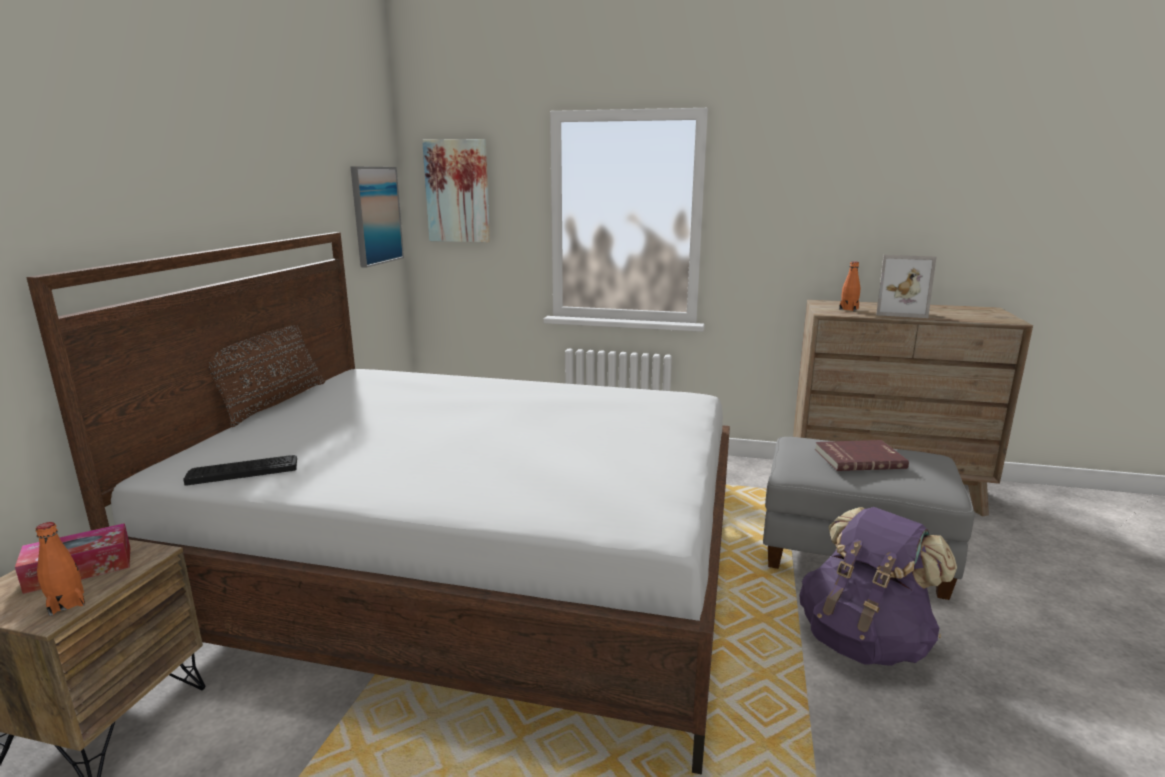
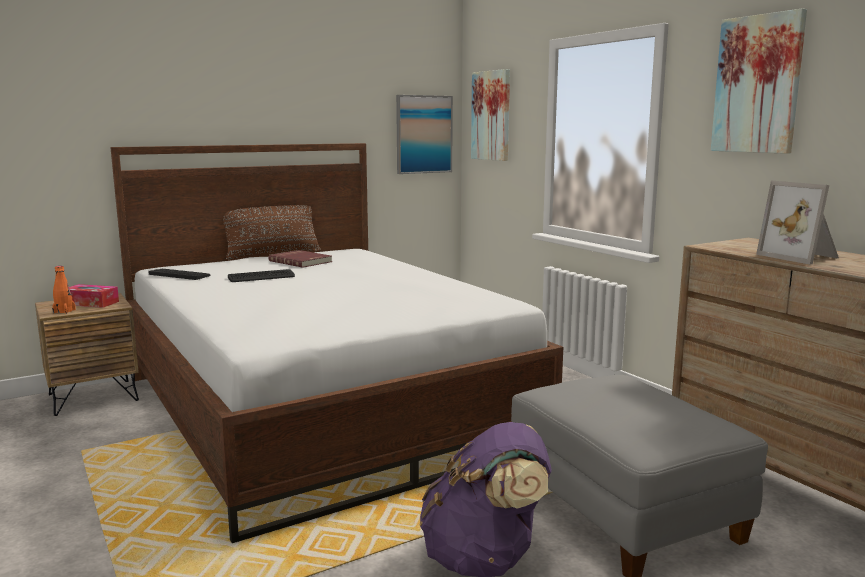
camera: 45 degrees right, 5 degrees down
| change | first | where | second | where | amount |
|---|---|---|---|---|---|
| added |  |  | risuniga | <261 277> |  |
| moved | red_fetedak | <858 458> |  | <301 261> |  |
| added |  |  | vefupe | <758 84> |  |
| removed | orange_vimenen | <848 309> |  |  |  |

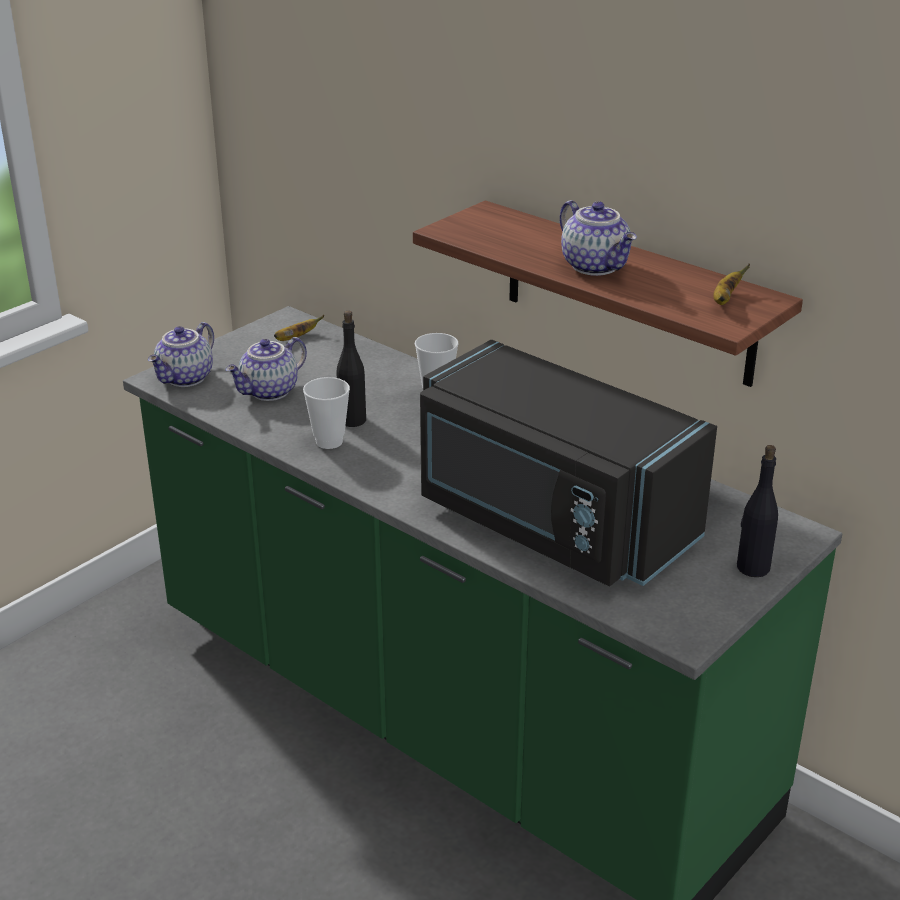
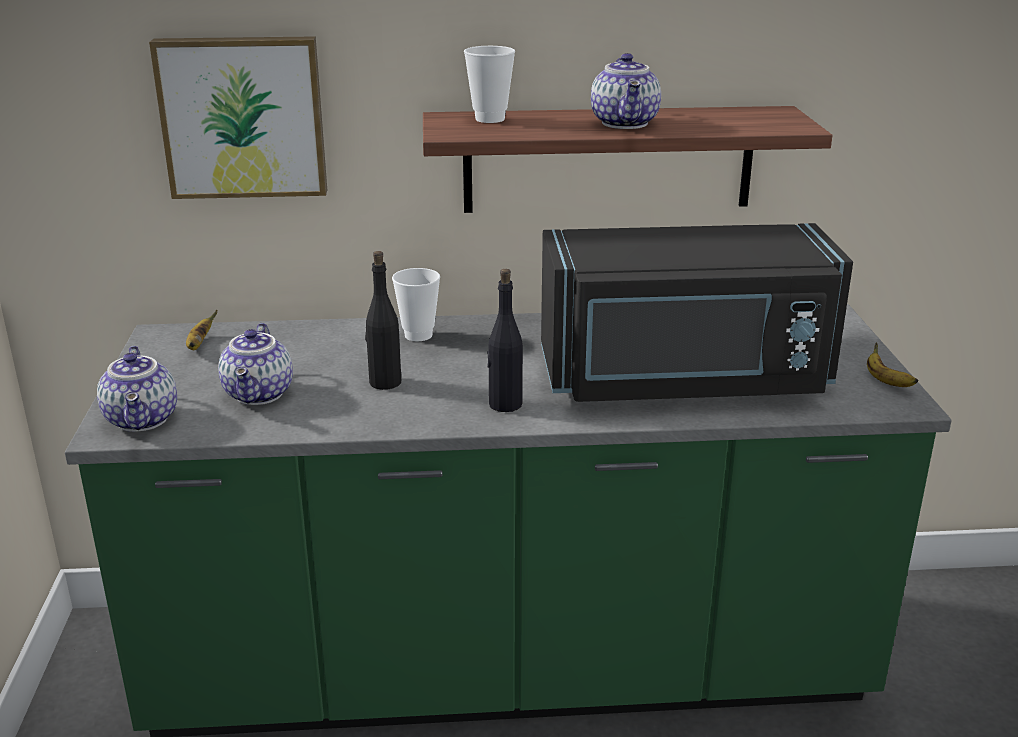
camera: 45 degrees left, 5 degrees down
| change | first | where | second | where | amount |
|---|---|---|---|---|---|
| added |  |  | vefupe | <243 117> |  |
| moved | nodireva | <329 442> |  | <490 119> |  |
| moved | black_vimenen | <752 567> |  | <505 404> |  |
| turned | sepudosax | <596 266> |  | <626 123> | 75 degrees clockwise |
| moved | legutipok | <725 299> |  | <886 381> |  |

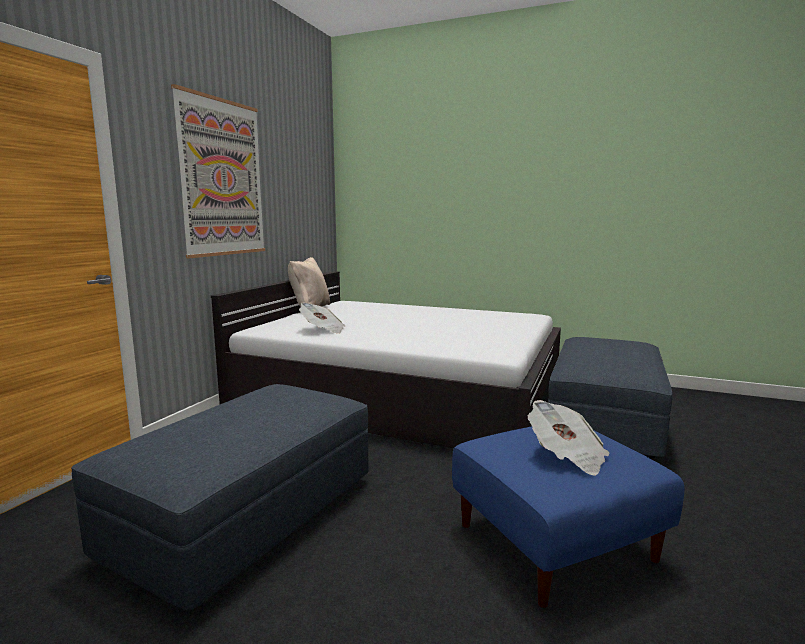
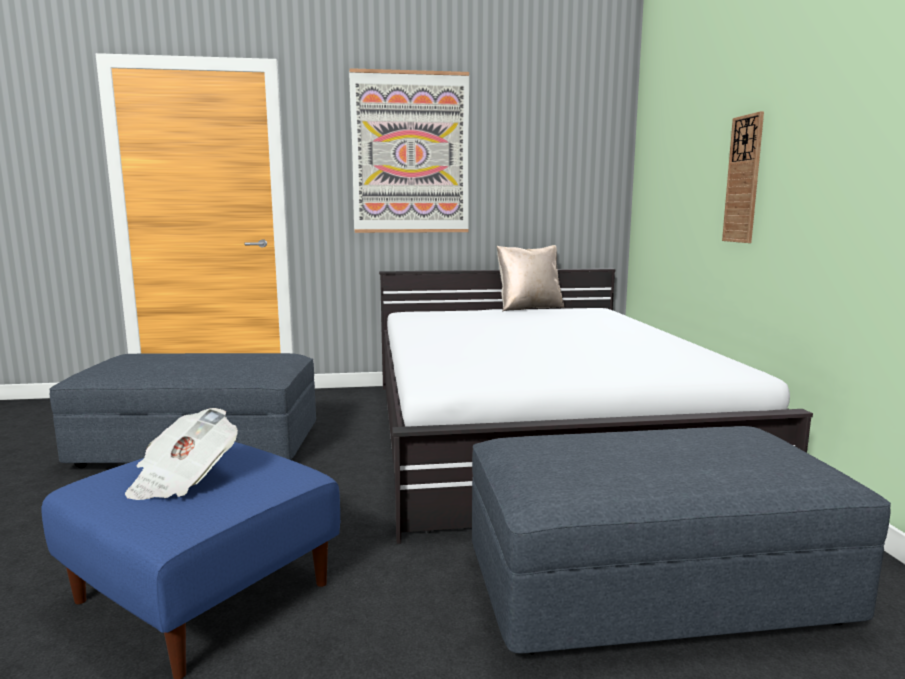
camera: 60 degrees right, 0 degrees up
| change | first | where | second | where | amount |
|---|---|---|---|---|---|
| added |  |  | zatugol | <743 179> |  |
| removed | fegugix | <323 330> |  |  |  |

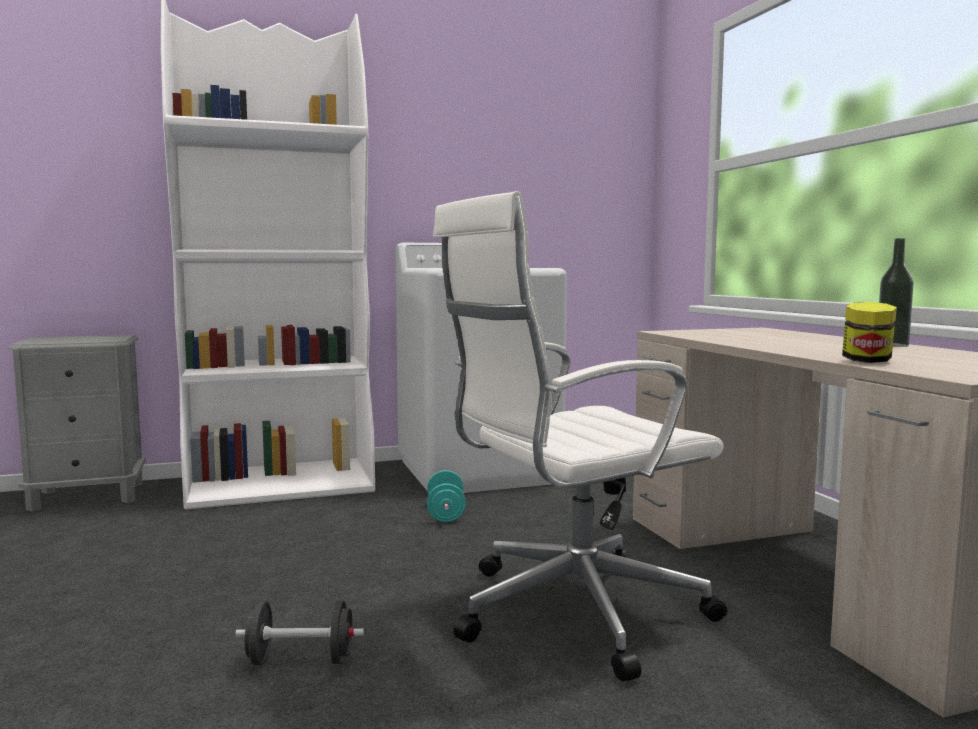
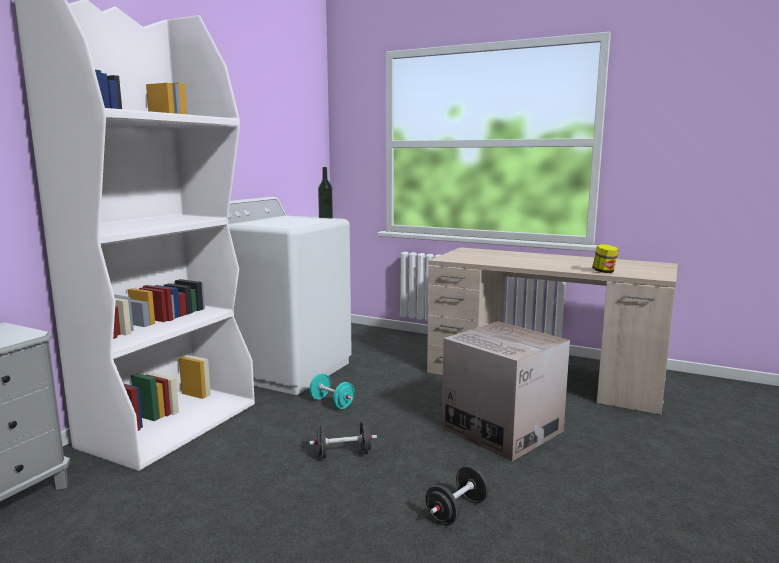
camera: 45 degrees left, 5 degrees up
| change | first | where | second | where | amount |
|---|---|---|---|---|---|
| added |  |  | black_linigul | <343 454> |  |
| moved | vimenen | <892 345> |  | <325 218> |  |
| replaced | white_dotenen | <571 612> | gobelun | <502 430> |  |

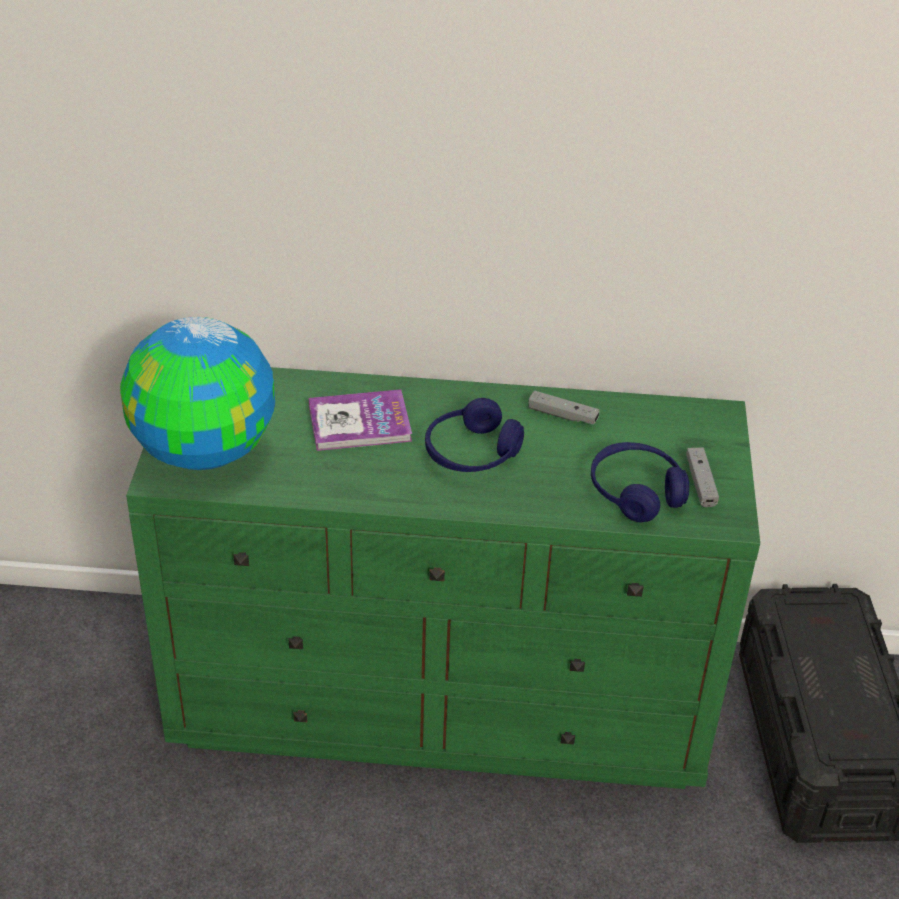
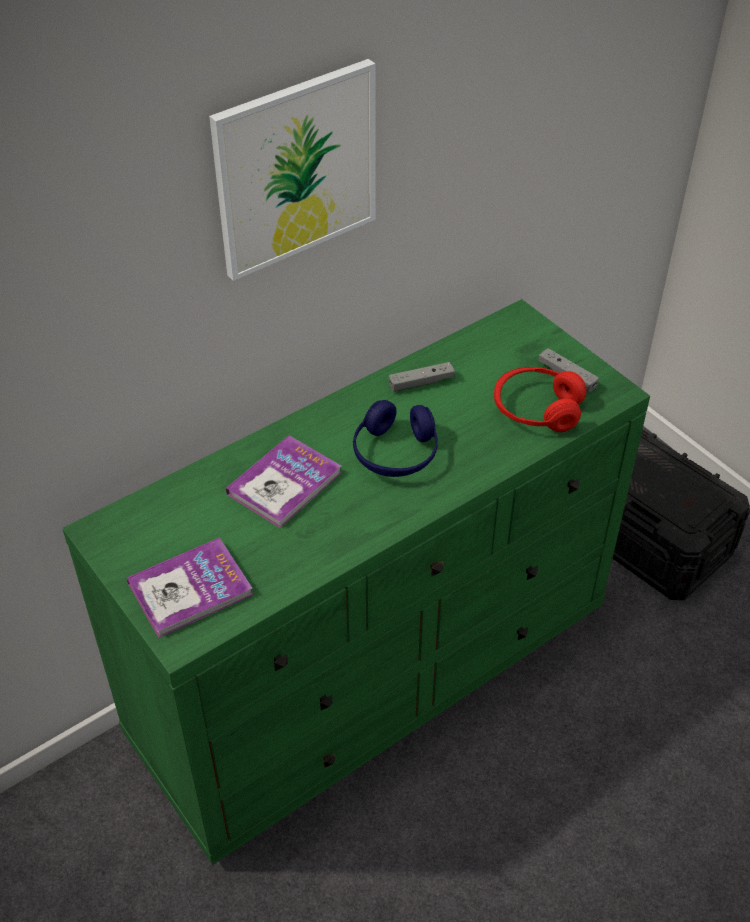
camera: 40 degrees left, 5 degrees up
| change | first | where | second | where | amount |
|---|---|---|---|---|---|
| replaced | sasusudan | <205 451> | fetedak | <190 589> |  |
| added |  |  | vefupe | <296 169> |  |
| recoloured | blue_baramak | <636 492> | red_baramak | <537 409> |  |

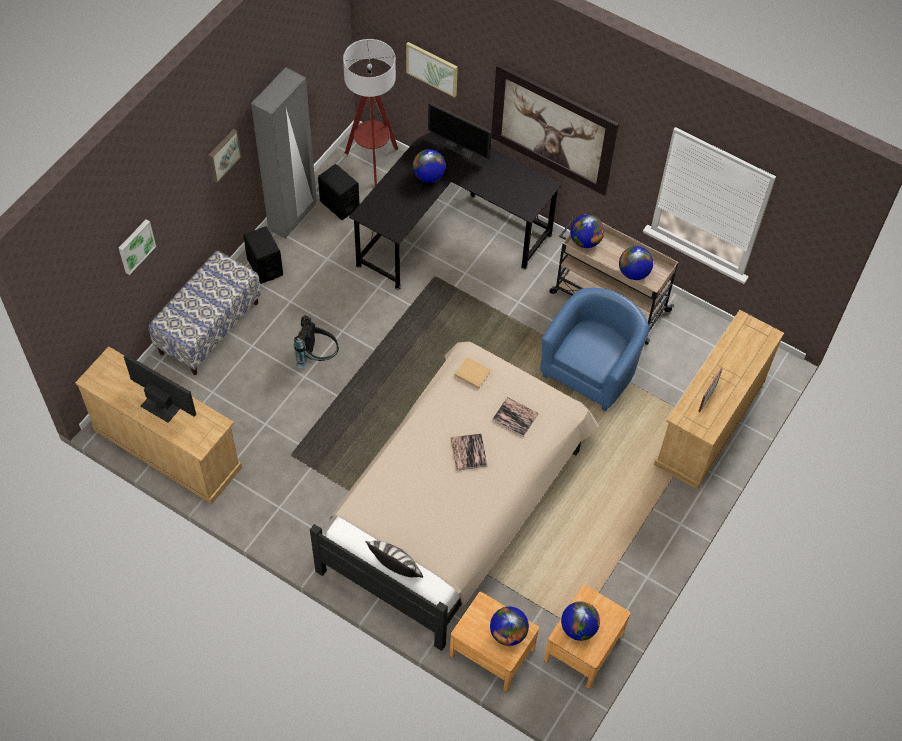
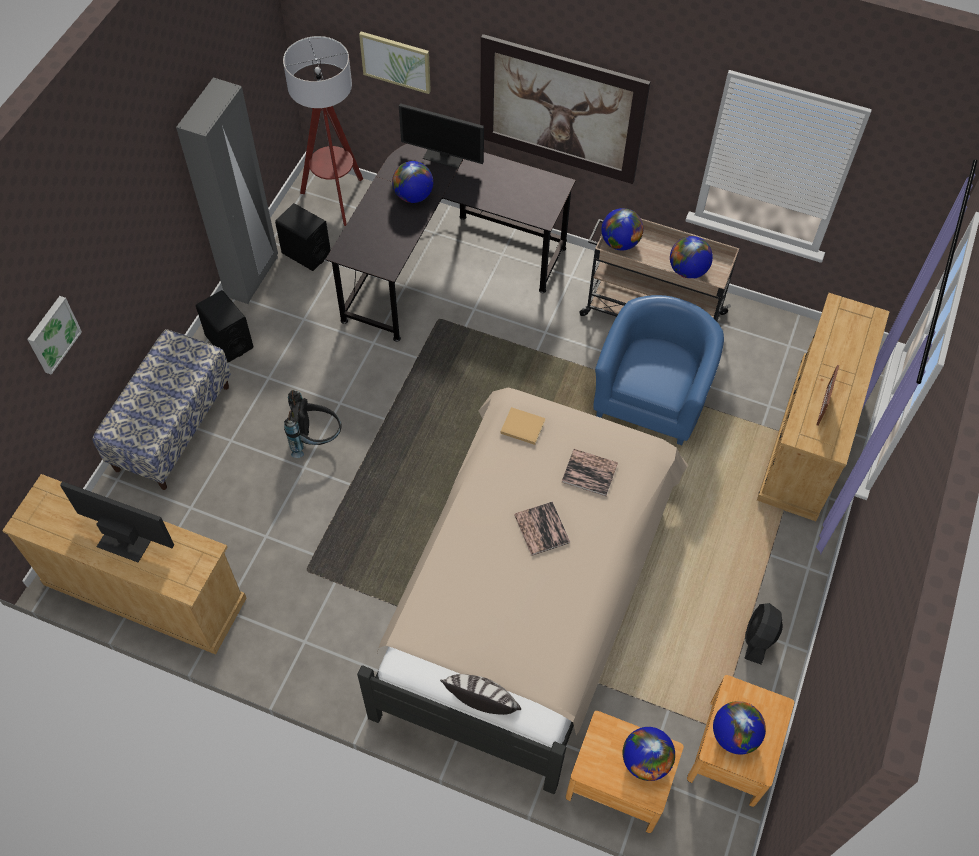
camera: 10 degrees left, 0 degrees up
| change | first | where | second | where | amount |
|---|---|---|---|---|---|
| added |  |  | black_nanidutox | <758 638> |  |
| removed | vefupe | <223 155> |  |  |  |

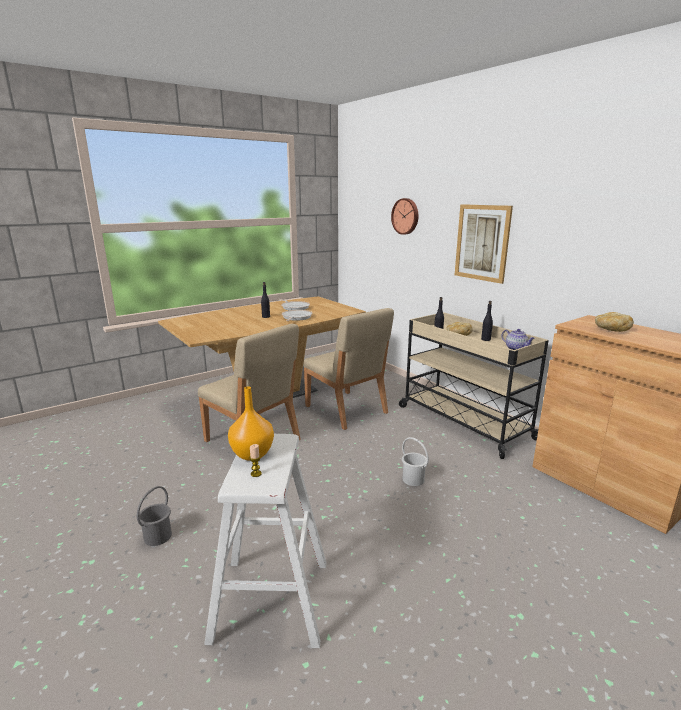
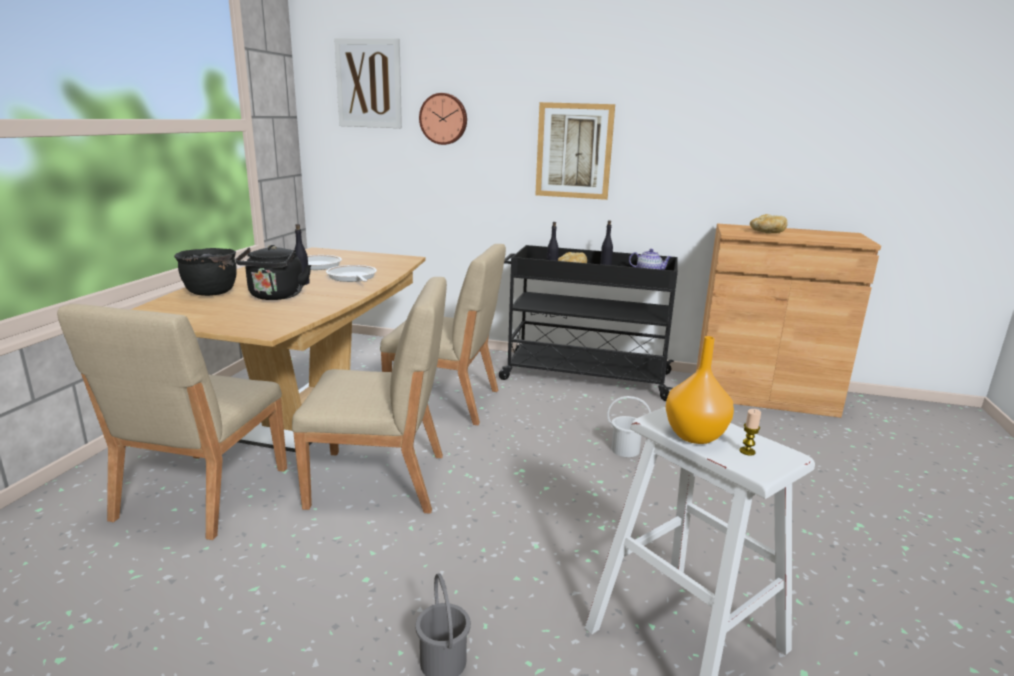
camera: 40 degrees left, 0 degrees up
| change | first | where | second | where | amount |
|---|---|---|---|---|---|
| added |  |  | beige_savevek | <201 494> |  |
| added |  |  | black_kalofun | <210 292> |  |
| added |  |  | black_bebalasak | <275 296> |  |
| added |  |  | vefupe | <369 83> |  |
| recoloured | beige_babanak | <462 421> | black_babanak | <584 376> |  |

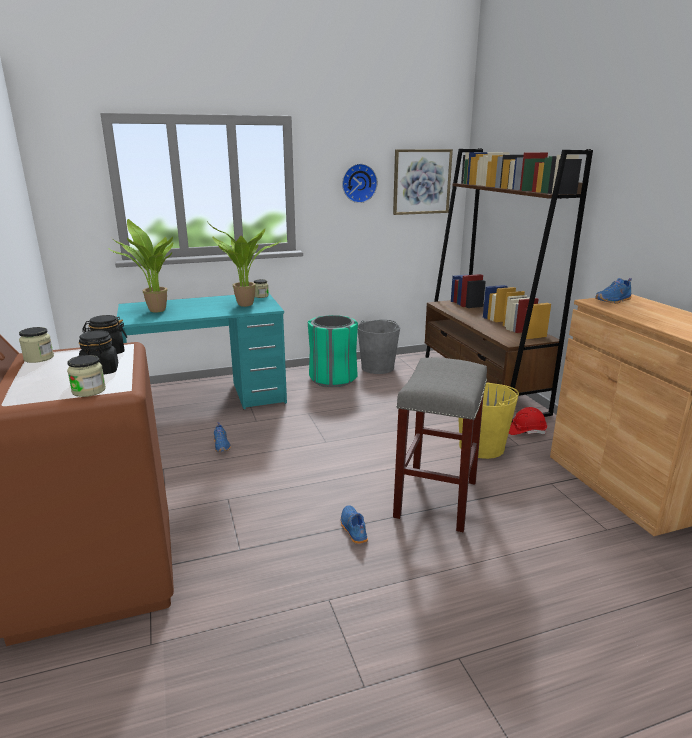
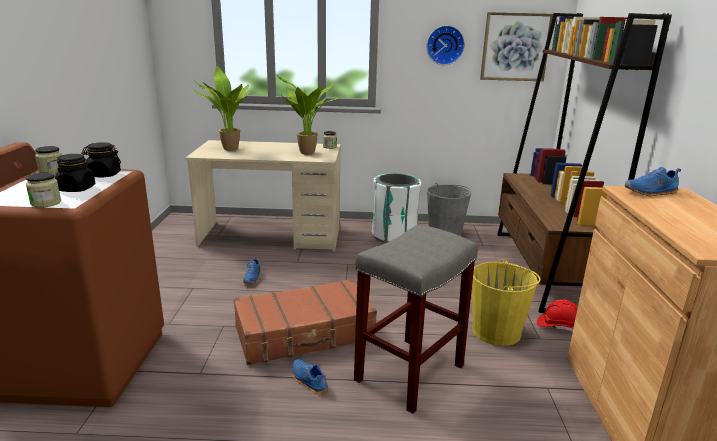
camera: 20 degrees right, 0 degrees up
| change | first | where | second | where | amount |
|---|---|---|---|---|---|
| recoloured | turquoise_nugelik | <209 400> | beige_nugelik | <271 236> |  |
| added |  |  | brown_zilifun | <305 333> |  |
| turned | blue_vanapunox | <353 529> |  | <308 381> | 45 degrees counterclockwise |
| recoloured | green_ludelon | <333 378> | white_ludelon | <394 235> |  |

